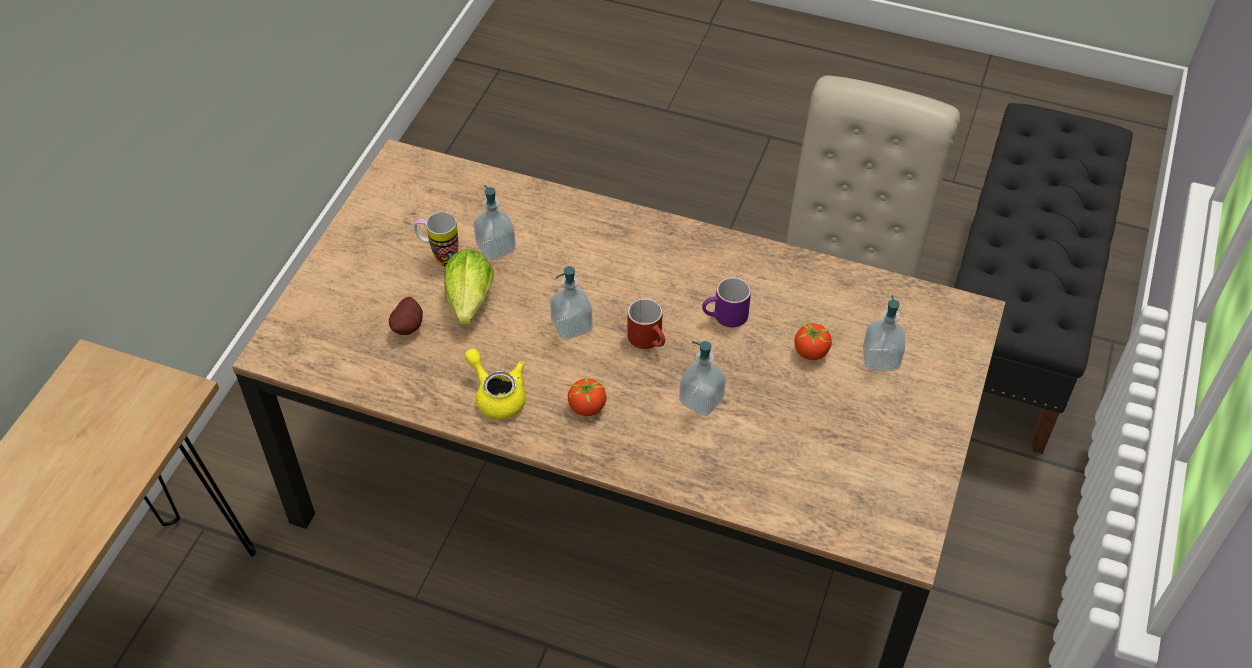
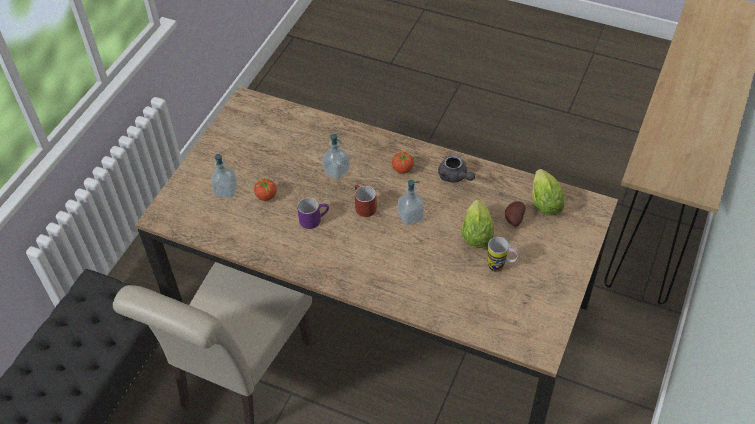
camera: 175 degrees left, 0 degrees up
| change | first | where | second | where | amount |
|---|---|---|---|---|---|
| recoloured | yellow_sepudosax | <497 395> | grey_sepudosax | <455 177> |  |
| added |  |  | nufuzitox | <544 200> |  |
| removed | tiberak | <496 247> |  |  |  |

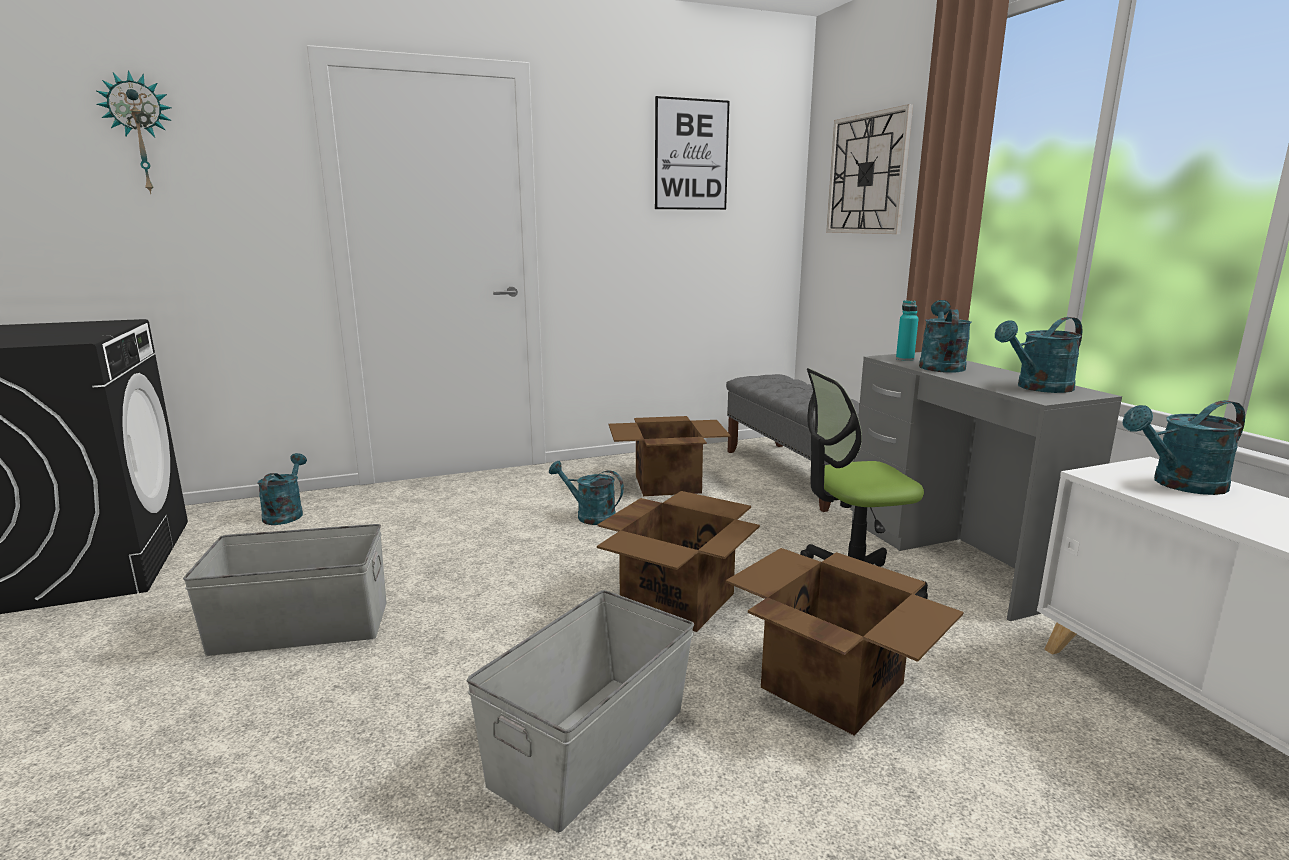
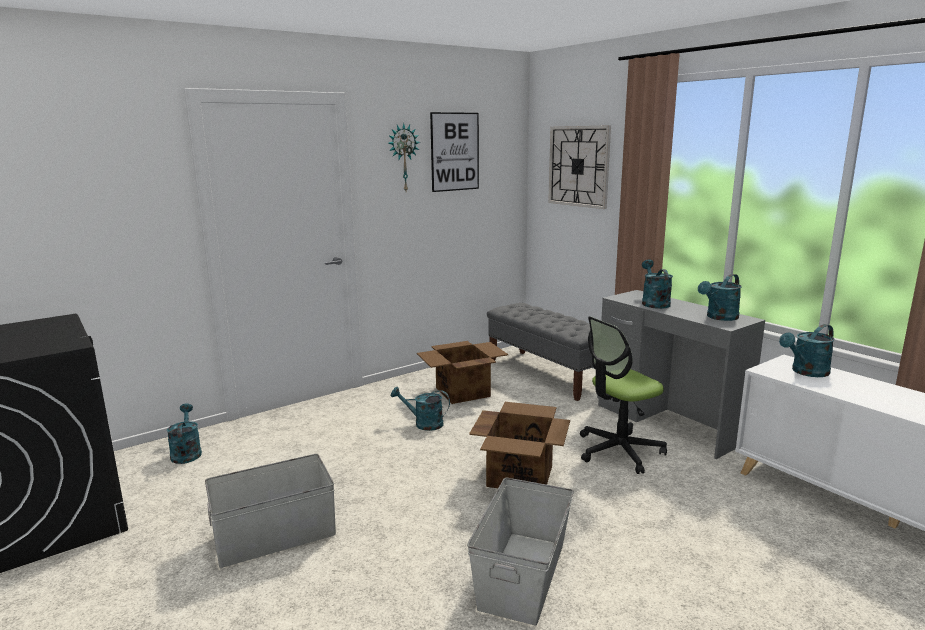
camera: 15 degrees left, 0 degrees up
| change | first | where | second | where | amount |
|---|---|---|---|---|---|
| moved | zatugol | <141 134> |  | <403 158> |  |
| removed | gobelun | <830 684> |  |  |  |
| removed | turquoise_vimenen | <904 359> |  |  |  |

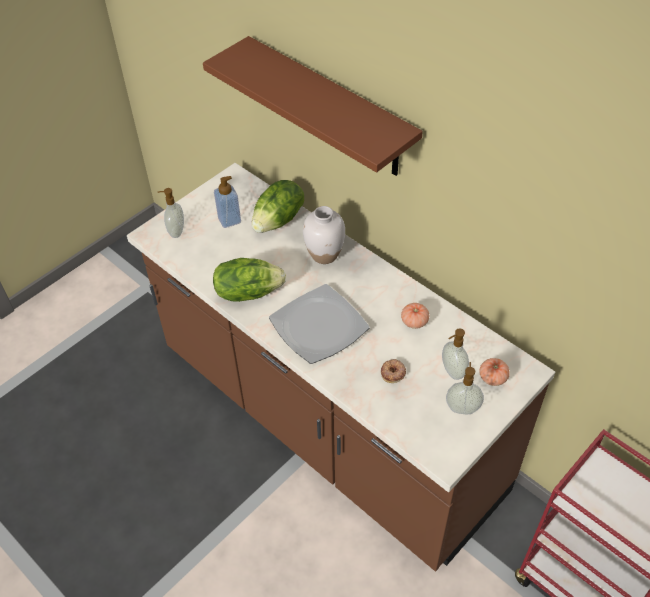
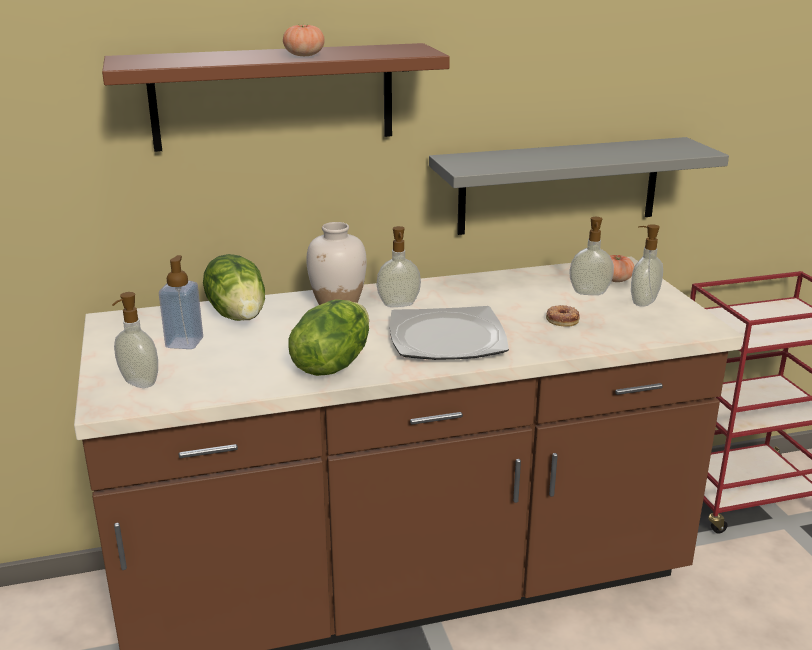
camera: 60 degrees left, 25 degrees down
| change | first | where | second | where | amount |
|---|---|---|---|---|---|
| moved | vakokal | <414 321> |  | <304 55> |  |
| added |  |  | tiberak | <399 305> |  |
| added |  |  | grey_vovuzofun | <559 185> |  |

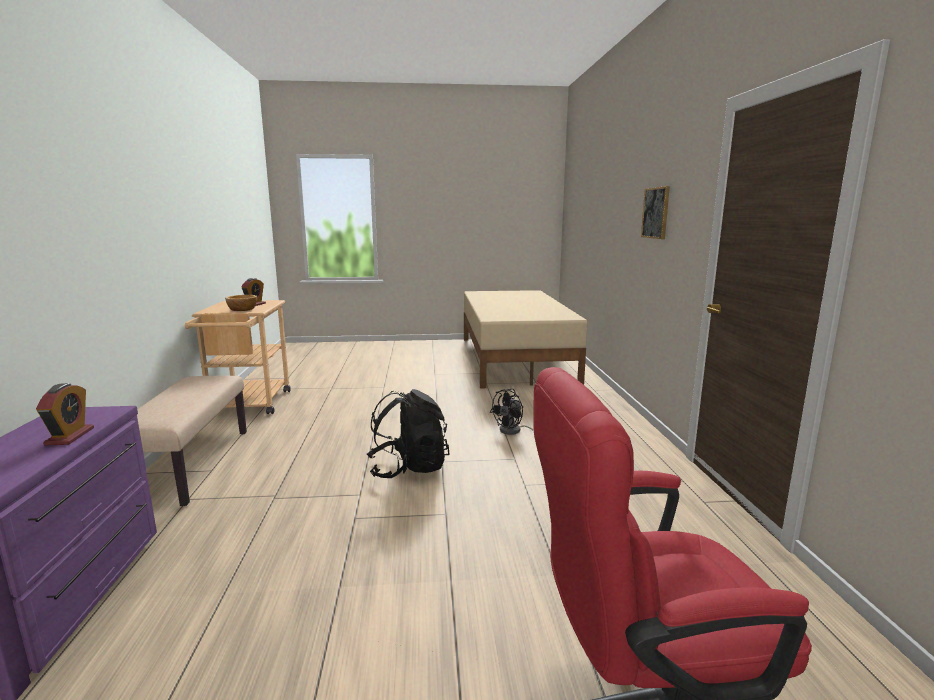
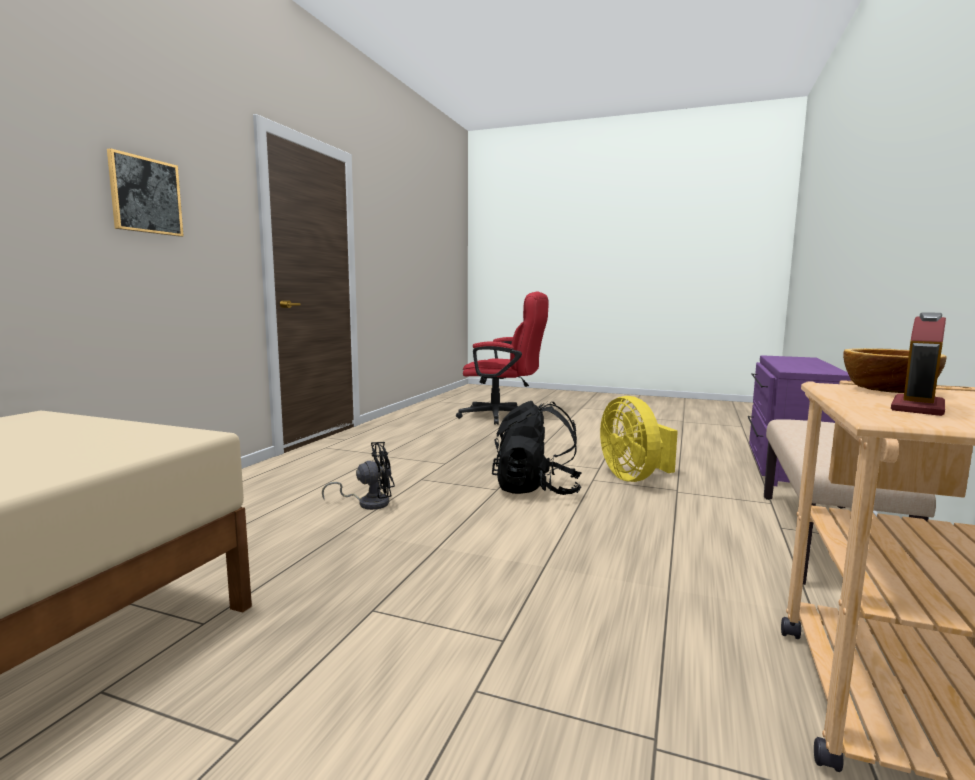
camera: 155 degrees left, 5 degrees down
| change | first | where | second | where | amount |
|---|---|---|---|---|---|
| added |  |  | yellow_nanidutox | <634 477> |  |
| removed | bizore | <70 436> |  |  |  |

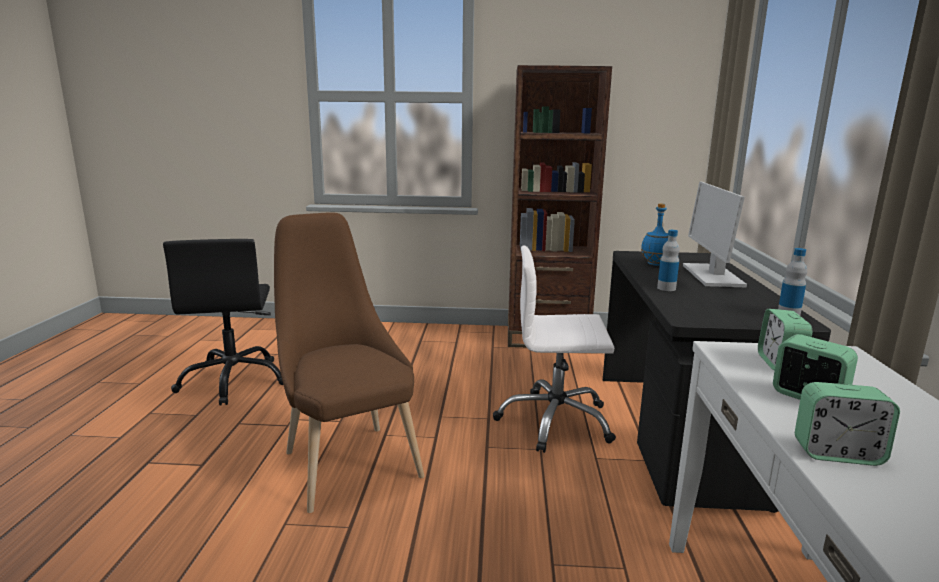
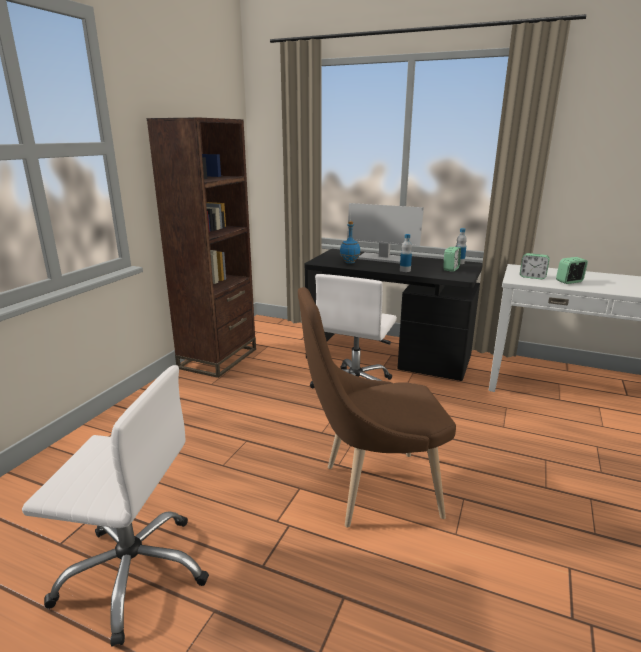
camera: 70 degrees left, 5 degrees up
| change | first | where | second | where | amount |
|---|---|---|---|---|---|
| recoloured | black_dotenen | <234 380> | white_dotenen | <134 572> |  |
| moved | bizore | <837 453> |  | <451 269> |  |

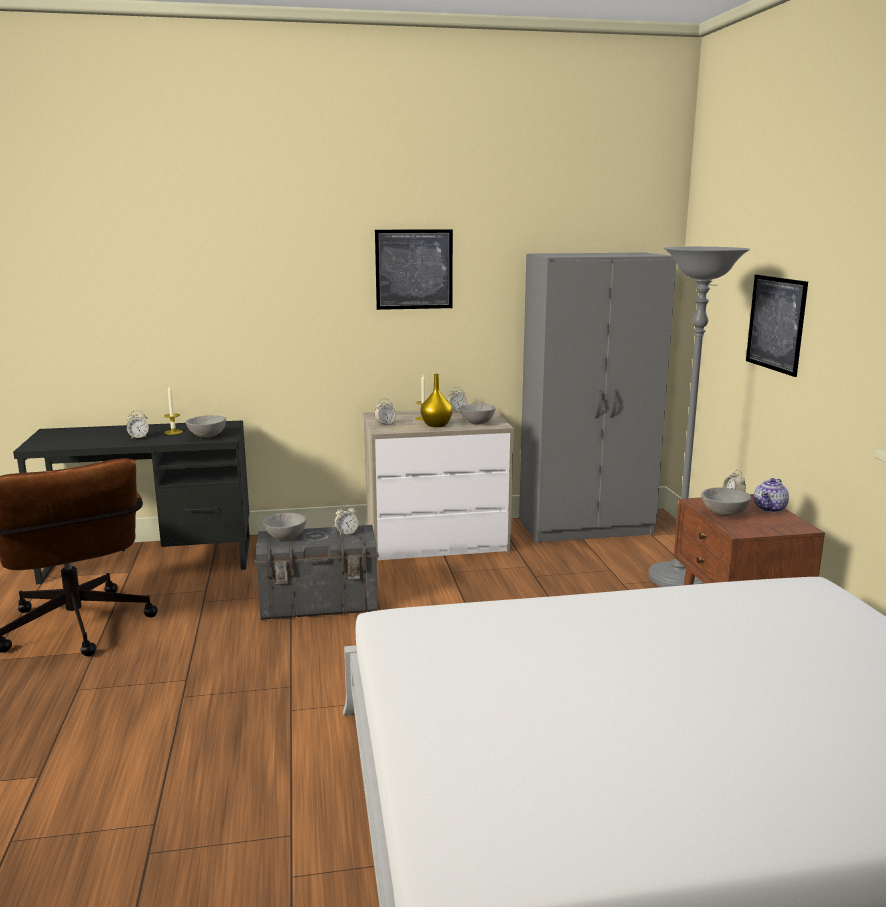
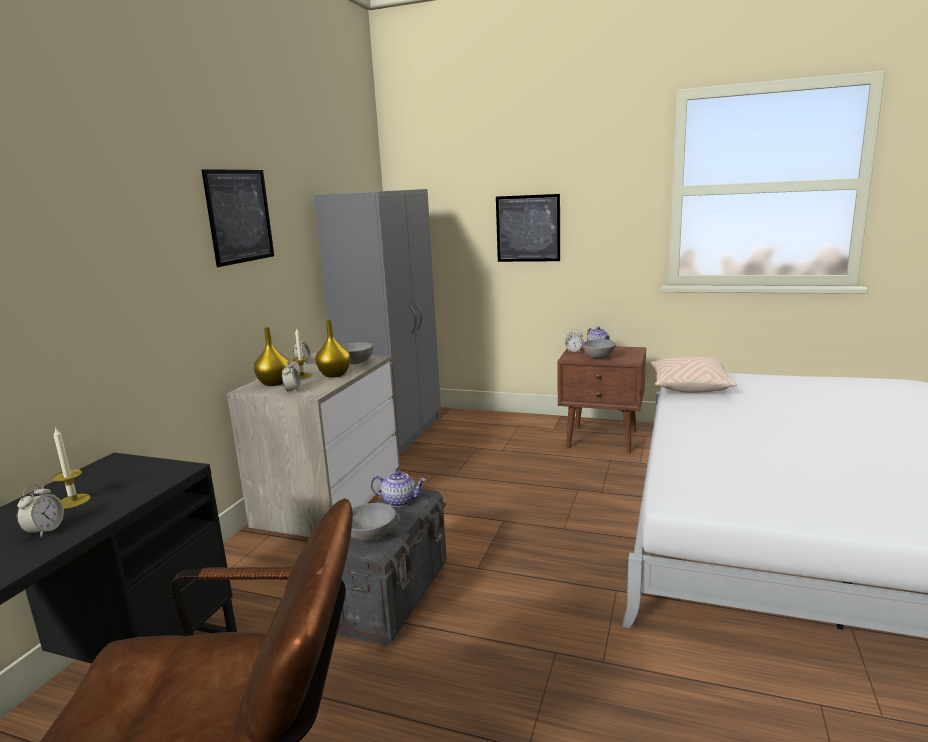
camera: 60 degrees left, 0 degrees up
| change | first | where | second | where | amount |
|---|---|---|---|---|---|
| added |  |  | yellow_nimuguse | <275 383> |  |
| replaced | bizore | <346 533> | sepudosax | <400 501> |  |
| added |  |  | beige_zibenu | <689 387> |  |
| removed | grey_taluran | <207 437> |  |  |  |
| removed | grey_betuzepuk | <677 580> |  |  |  |

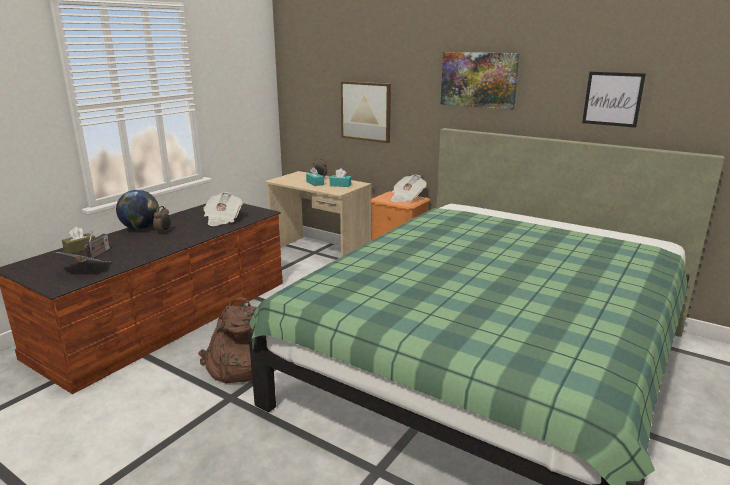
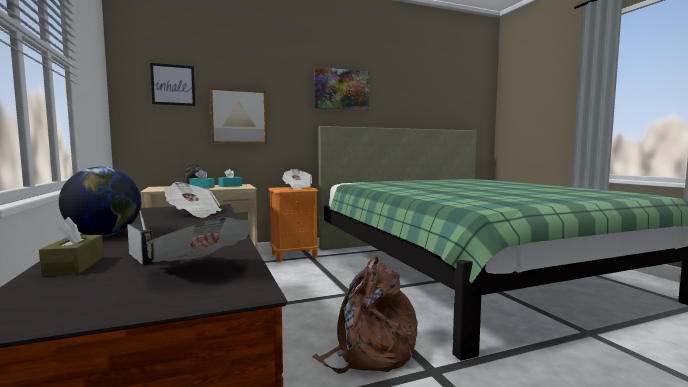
camera: 55 degrees left, 15 degrees down
| change | first | where | second | where | amount |
|---|---|---|---|---|---|
| moved | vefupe | <612 99> |  | <173 85> |  |
| removed | bizore | <164 232> |  |  |  |

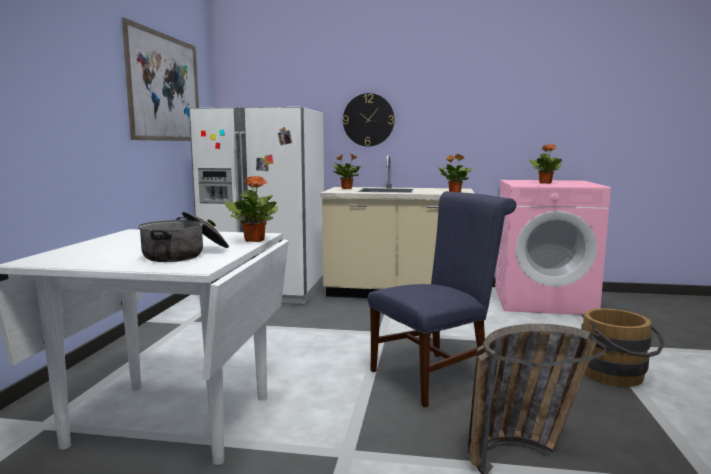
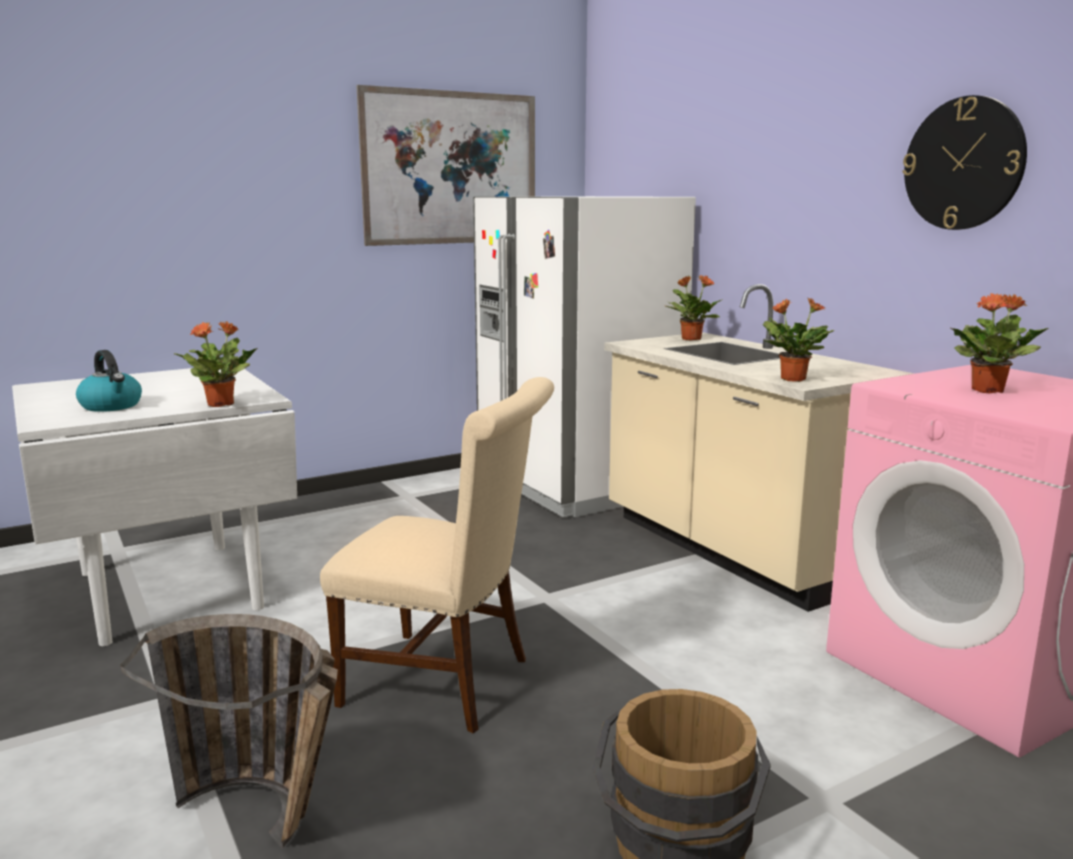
camera: 50 degrees right, 5 degrees up
| change | first | where | second | where | amount |
|---|---|---|---|---|---|
| replaced | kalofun | <185 254> | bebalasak | <112 406> |  |
| recoloured | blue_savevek | <436 375> | beige_savevek | <448 682> |  |
| moved | zatugol | <368 120> |  | <963 164> |  |

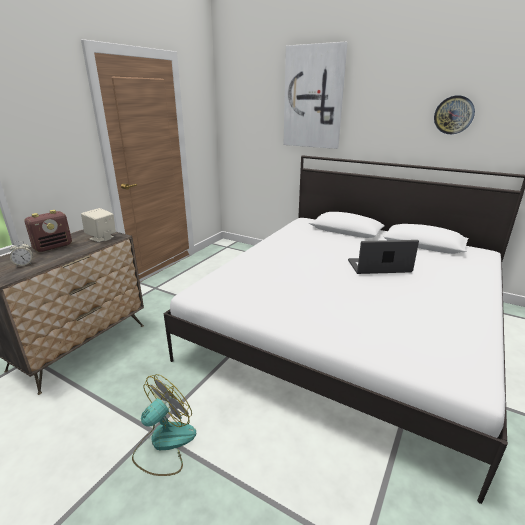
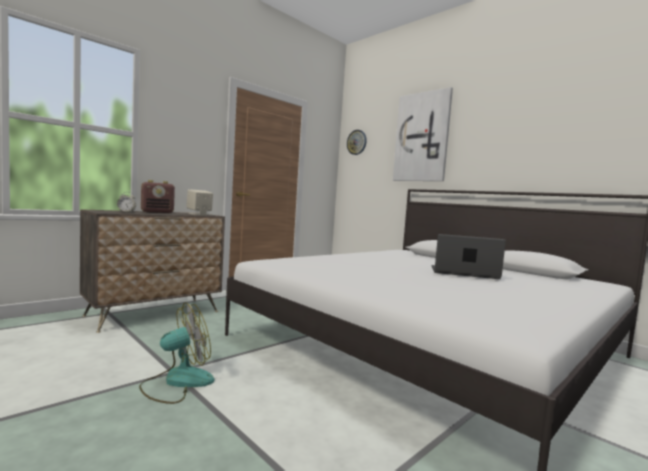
camera: 15 degrees right, 20 degrees down
| change | first | where | second | where | amount |
|---|---|---|---|---|---|
| moved | zatugol | <454 115> |  | <357 142> |  |

